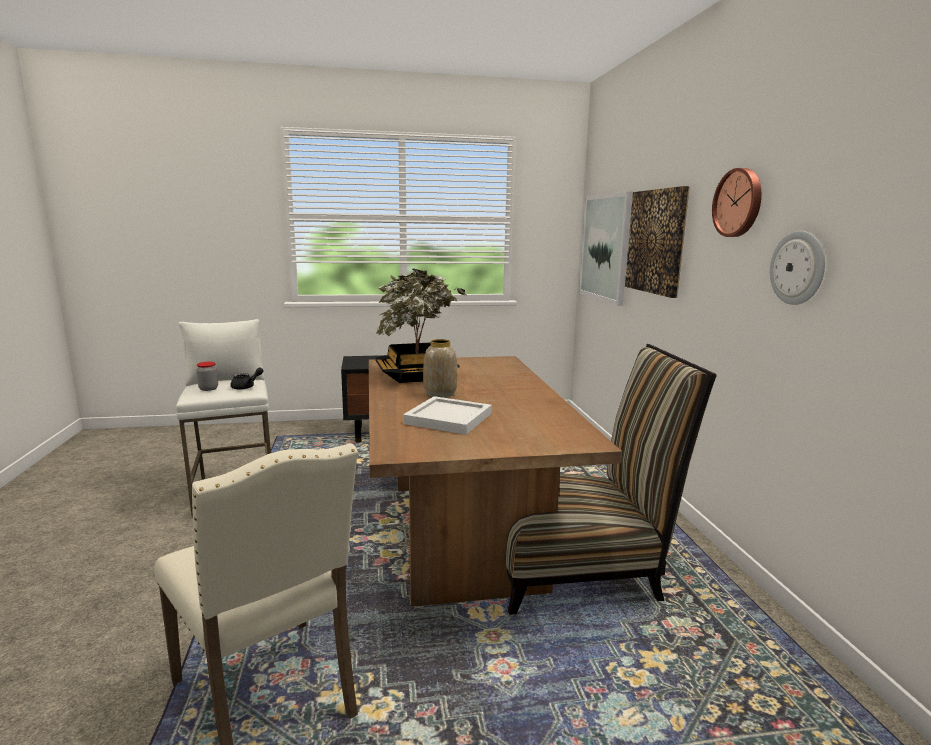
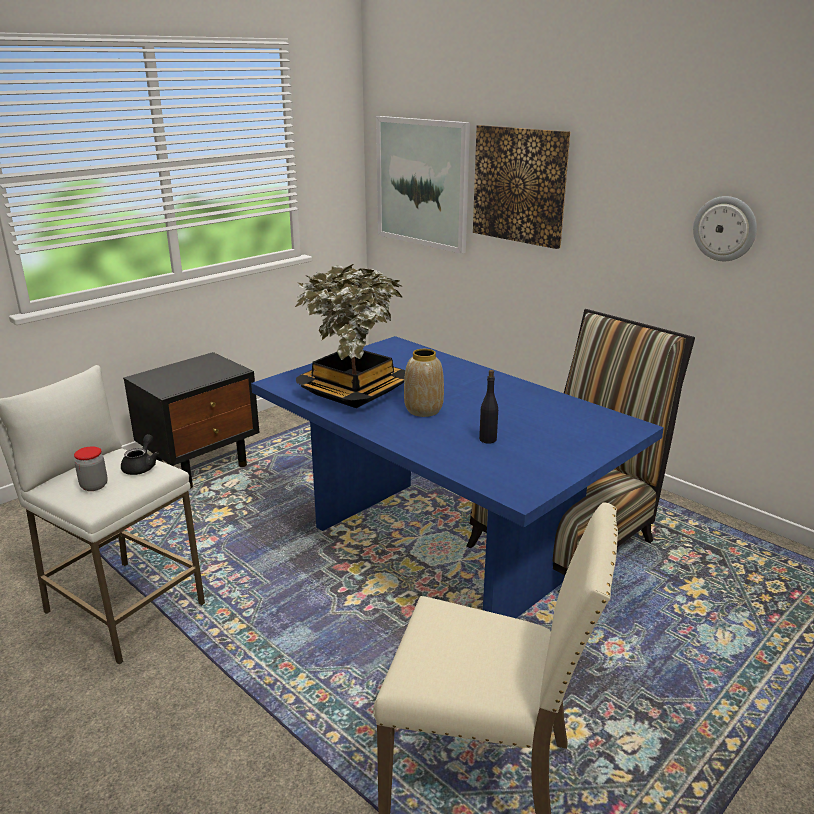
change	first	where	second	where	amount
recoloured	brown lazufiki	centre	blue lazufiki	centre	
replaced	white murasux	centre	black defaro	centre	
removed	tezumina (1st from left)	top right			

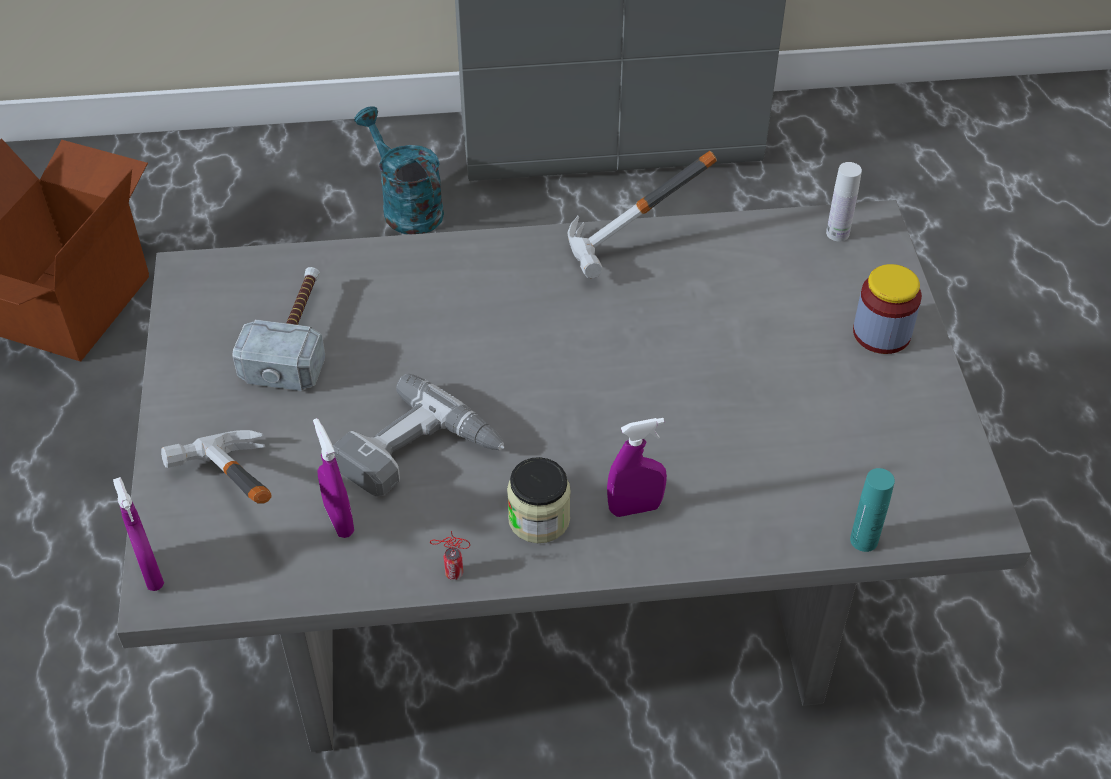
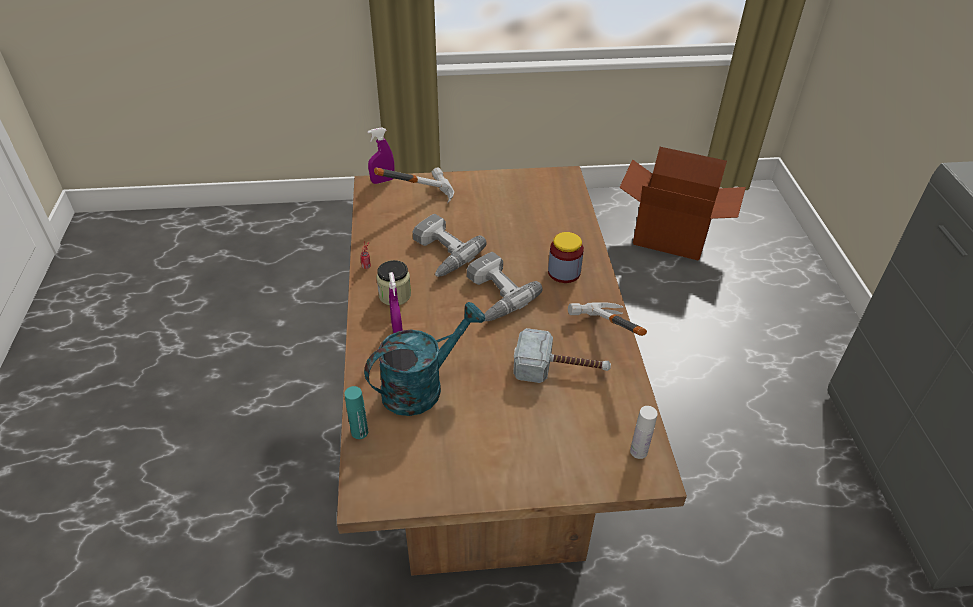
change	first	where	second	where	amount
recoloured	grey lazufiki	centre	brown lazufiki	centre	
moved	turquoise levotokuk	top centre		centre	
added			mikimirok (2nd from left)	centre	
moved	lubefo (2nd from left)	middle left		centre	
moved	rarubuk (2nd from left)	middle right		centre	
removed	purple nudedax (2nd from left)	middle left			

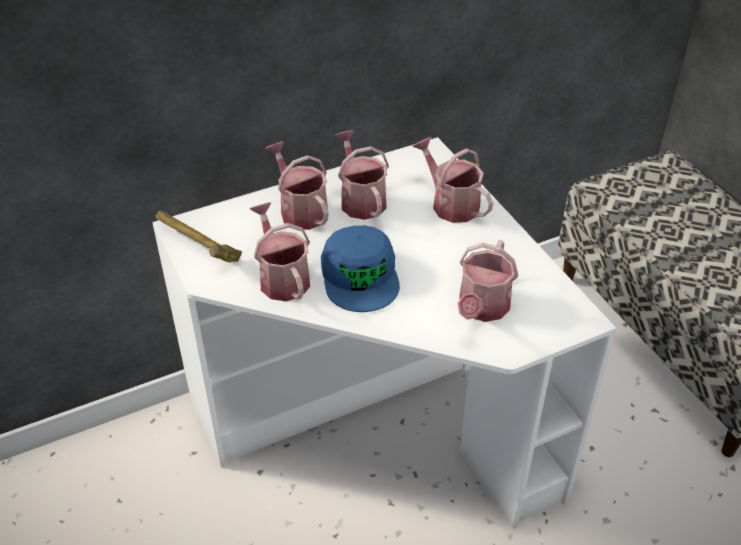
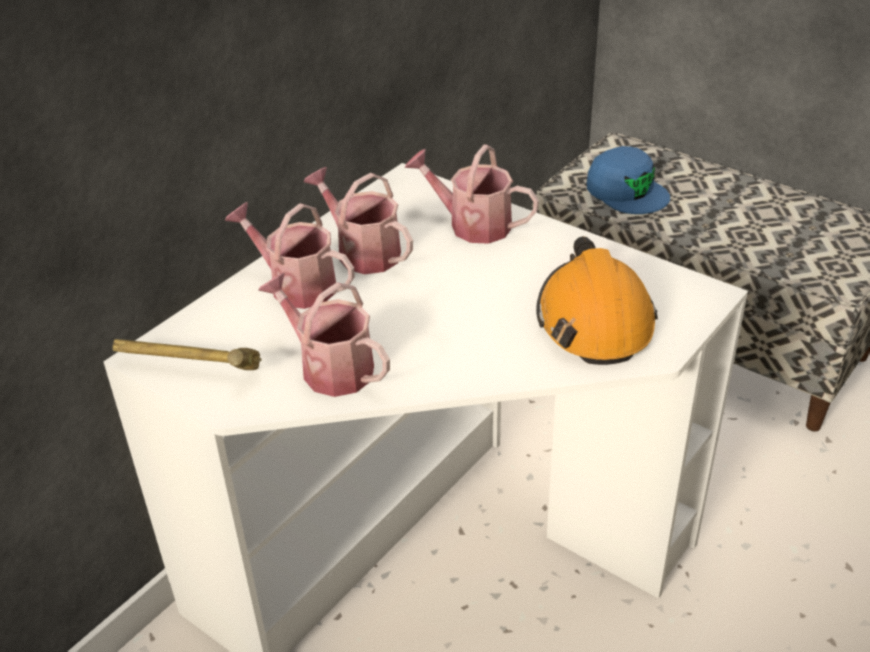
change	first	where	second	where	amount
replaced	levotokuk (5th from left)	centre	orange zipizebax	middle right	
moved	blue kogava	centre		top right	

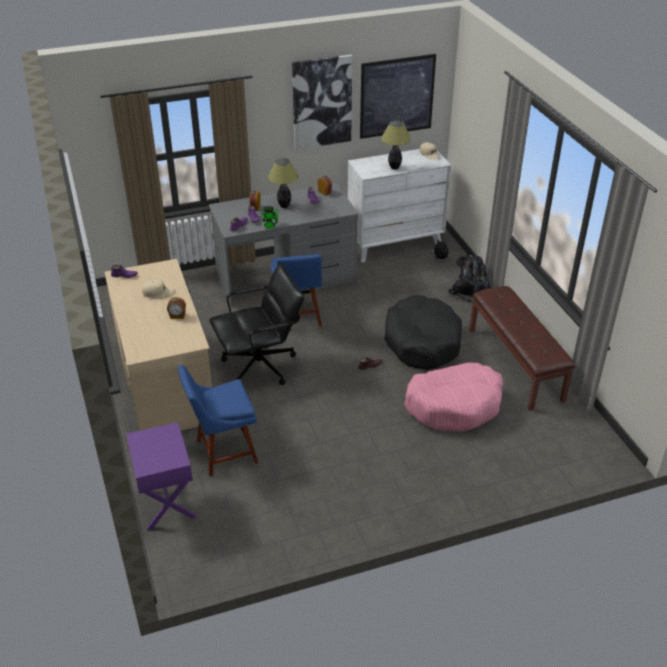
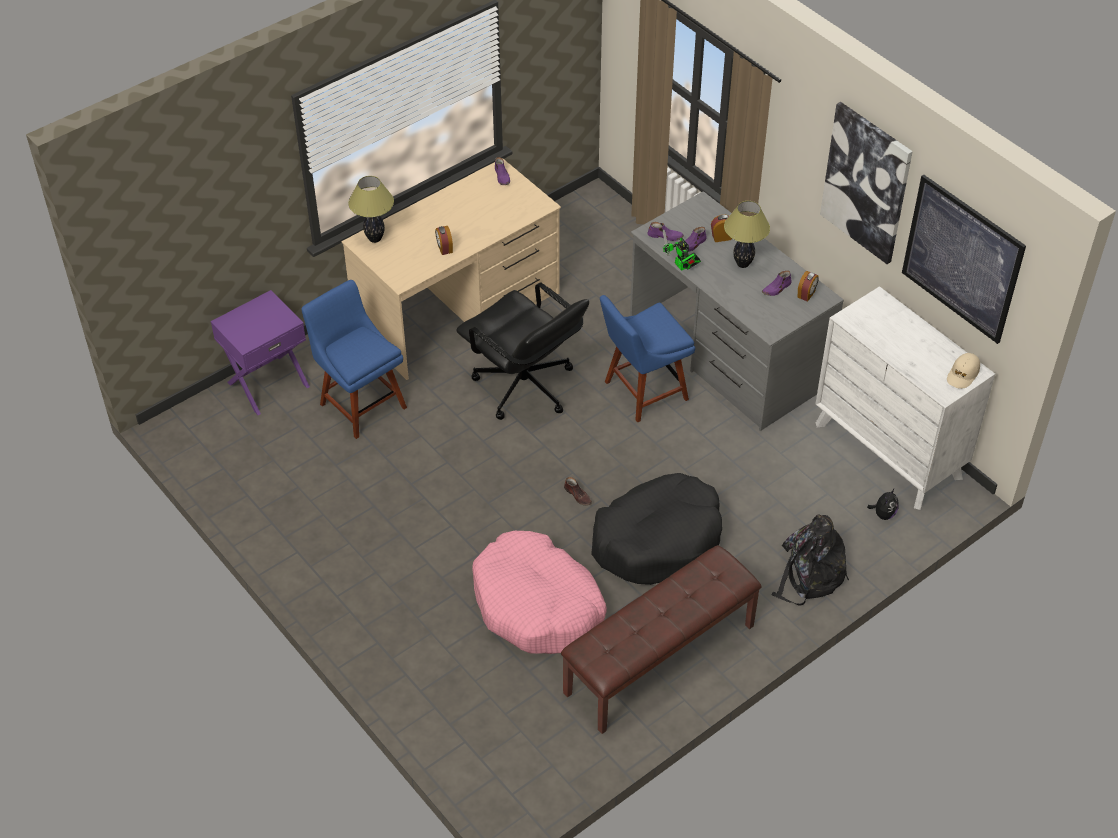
change	first	where	second	where	amount
moved	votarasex (2nd from left in the first image)	top centre	votarasex (1st from left)	top left	
removed	beige kogava (1st from left)	middle left			

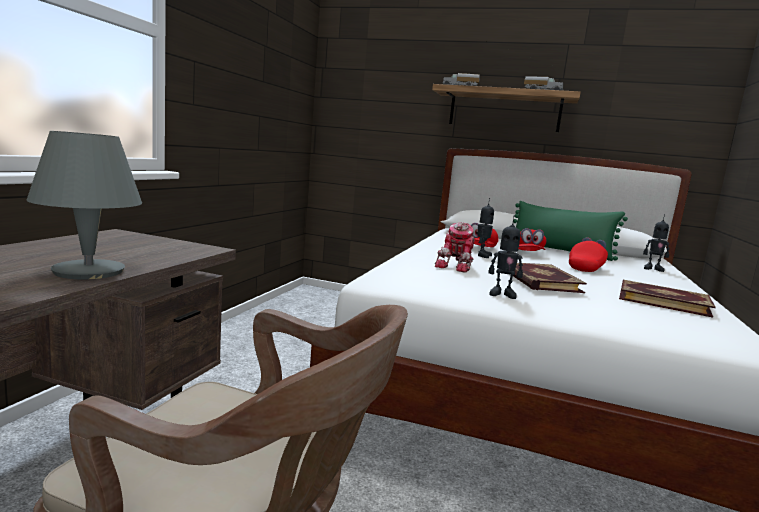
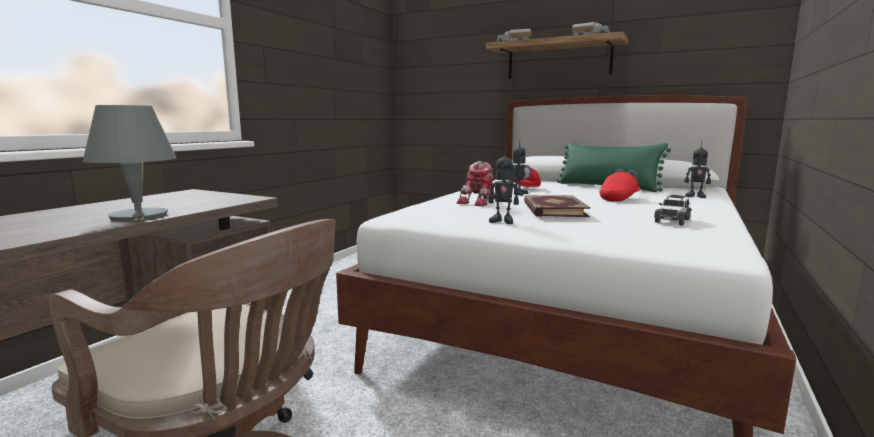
change	first	where	second	where	amount
replaced	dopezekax (2nd from left)	middle right	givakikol	middle right	
removed	red kogava (2nd from left)	middle right			

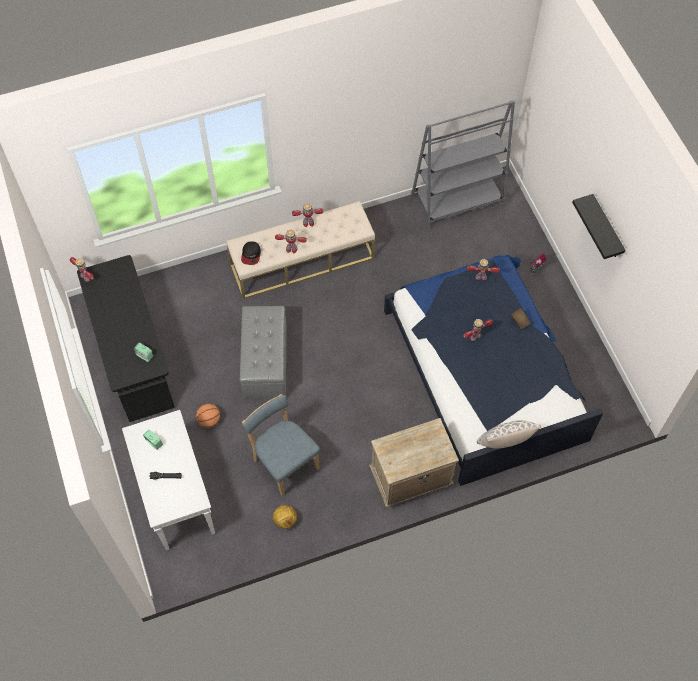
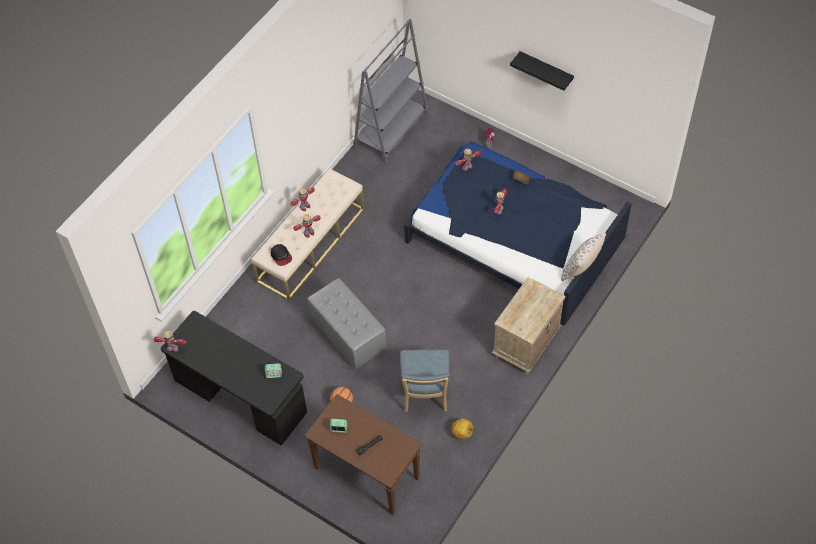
change	first	where	second	where	amount
recoloured	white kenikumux	bottom left	brown kenikumux	bottom centre	
turned	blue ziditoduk	centre		bottom centre	105 degrees counterclockwise

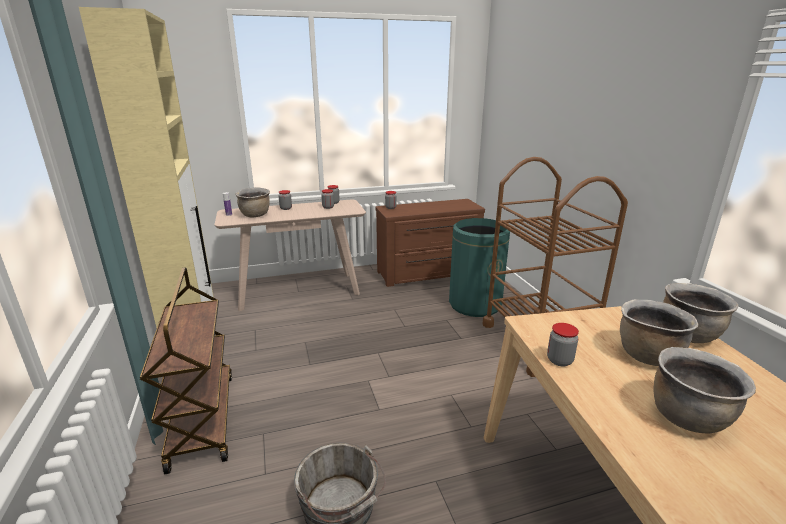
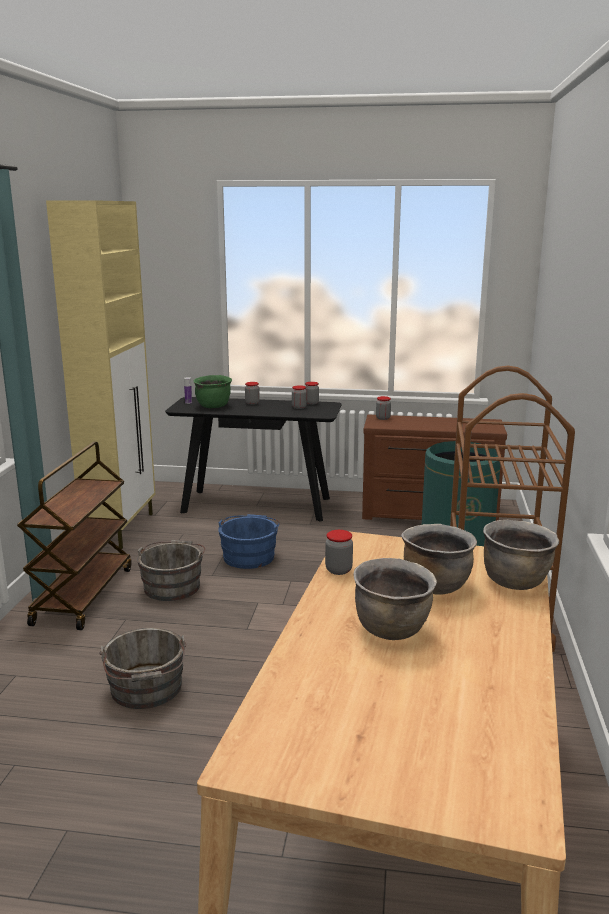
change	first	where	second	where	amount
added			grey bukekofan (2nd from left)	middle left	
recoloured	beige kenikumux	centre	black kenikumux	centre	
recoloured	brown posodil (1st from left)	middle left	green posodil	centre	
added			blue bukekofan	centre	

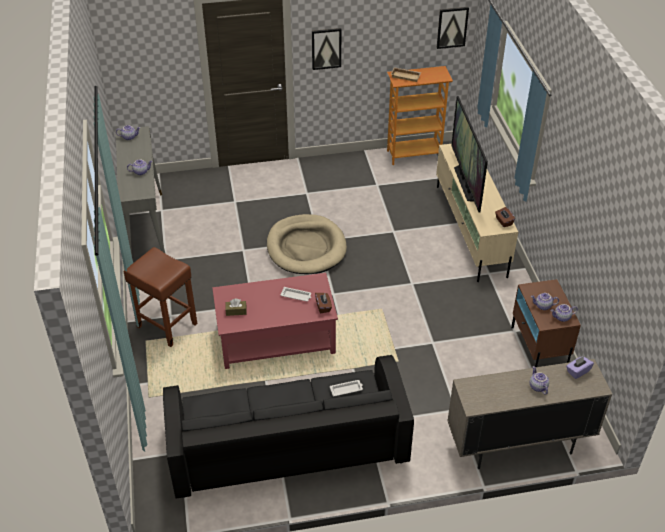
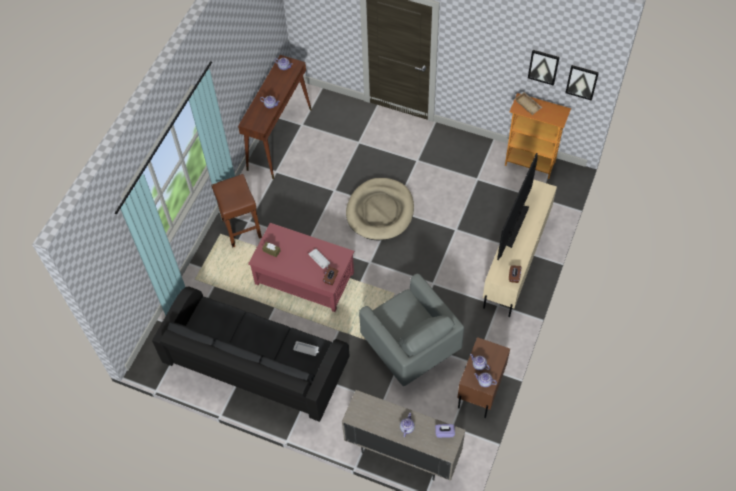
change	first	where	second	where	amount
recoloured	grey kenikumux	middle left	brown kenikumux	top centre	
added			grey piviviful	bottom centre	
moved	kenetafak (1st from left)	top centre		top right	

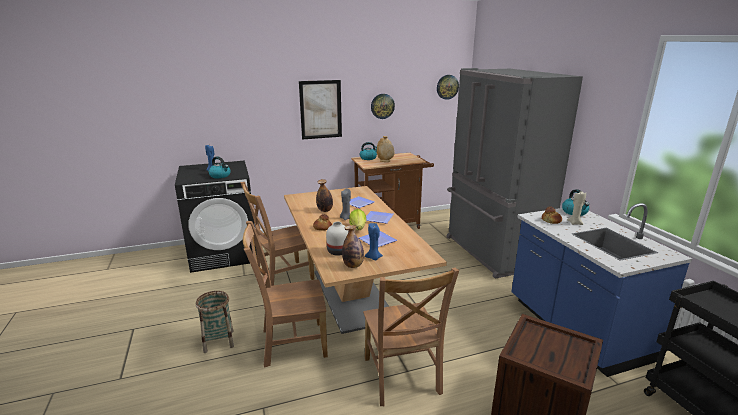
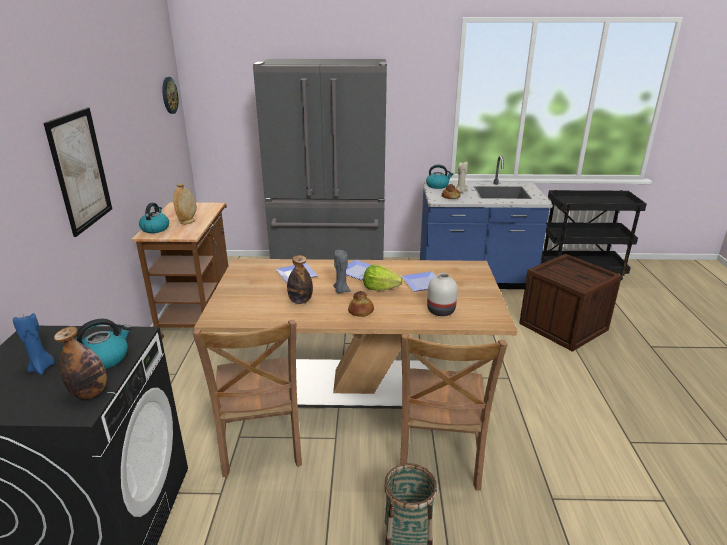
change	first	where	second	where	amount
moved	defaro (2nd from left in the first image)	centre	defaro (1st from left)	middle left	
removed	brown ziditoduk (3rd from left)	bottom centre			
removed	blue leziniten (2nd from left)	centre			
removed	tezumina (1st from left)	top centre			

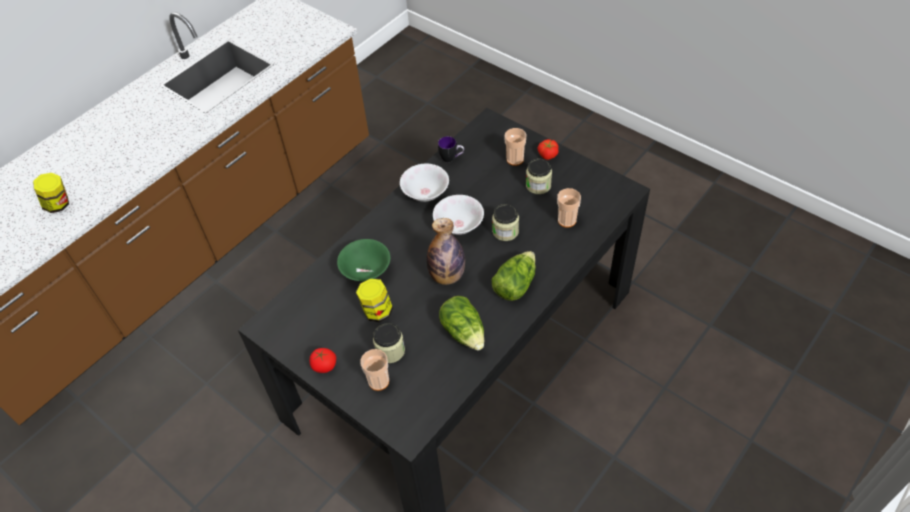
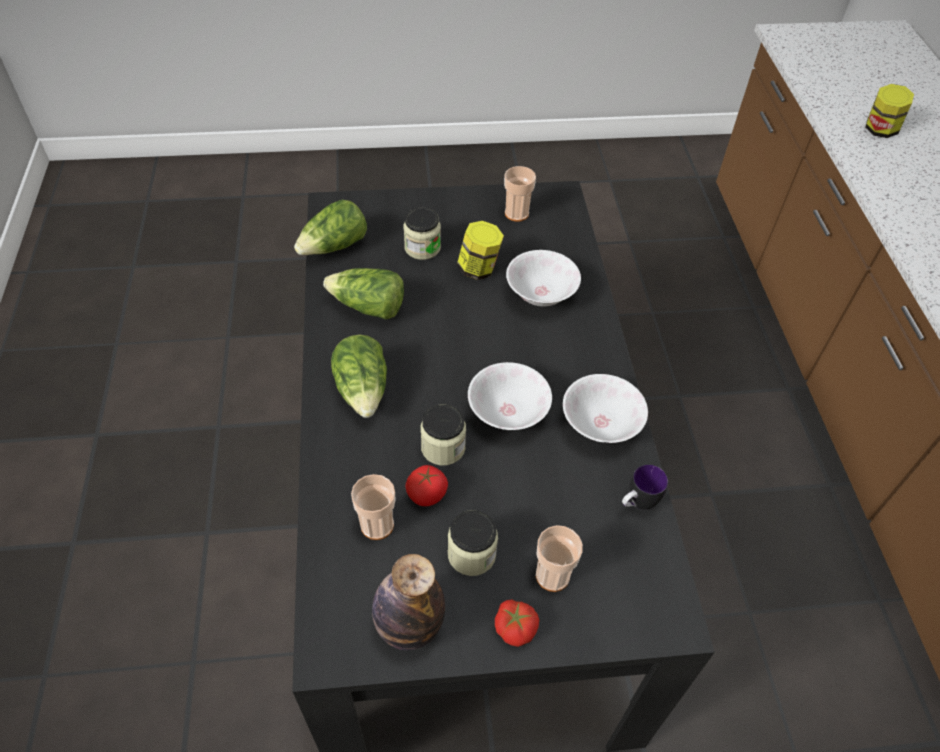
change	first	where	second	where	amount
added			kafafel (1st from left)	top centre	
moved	defaro	centre		bottom centre	
moved	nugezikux (1st from left)	bottom centre		centre	
moved	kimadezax (1st from left in the first image)	bottom centre	kimadezax (2nd from left)	top centre	
recoloured	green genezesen	centre	white genezesen (2nd from left)	centre	

